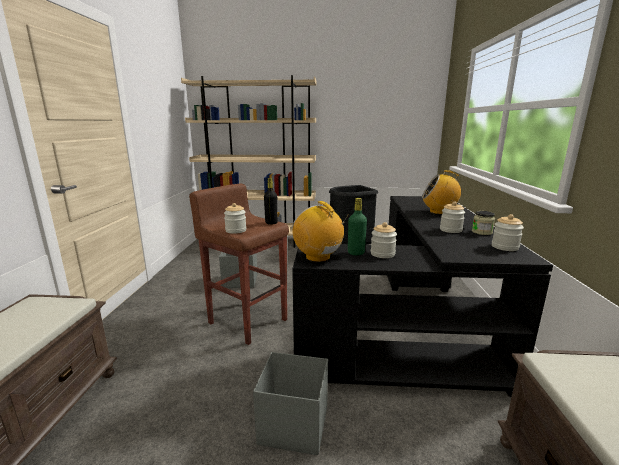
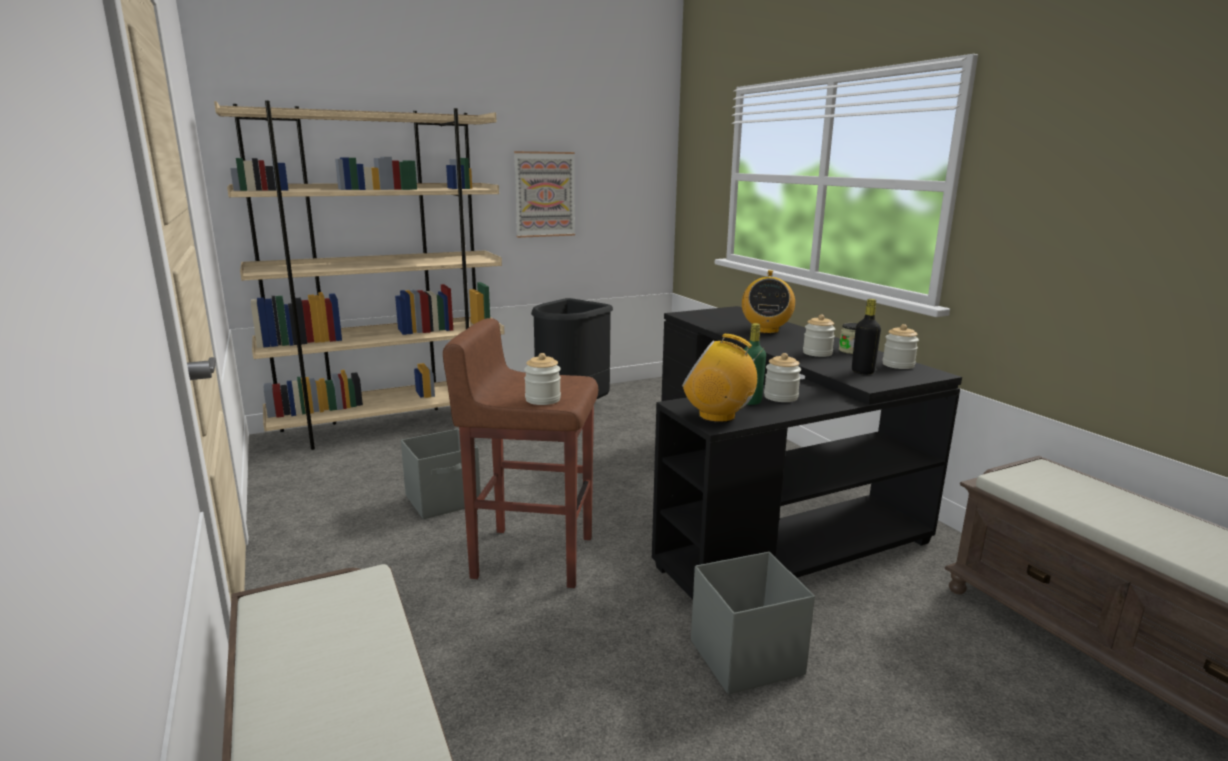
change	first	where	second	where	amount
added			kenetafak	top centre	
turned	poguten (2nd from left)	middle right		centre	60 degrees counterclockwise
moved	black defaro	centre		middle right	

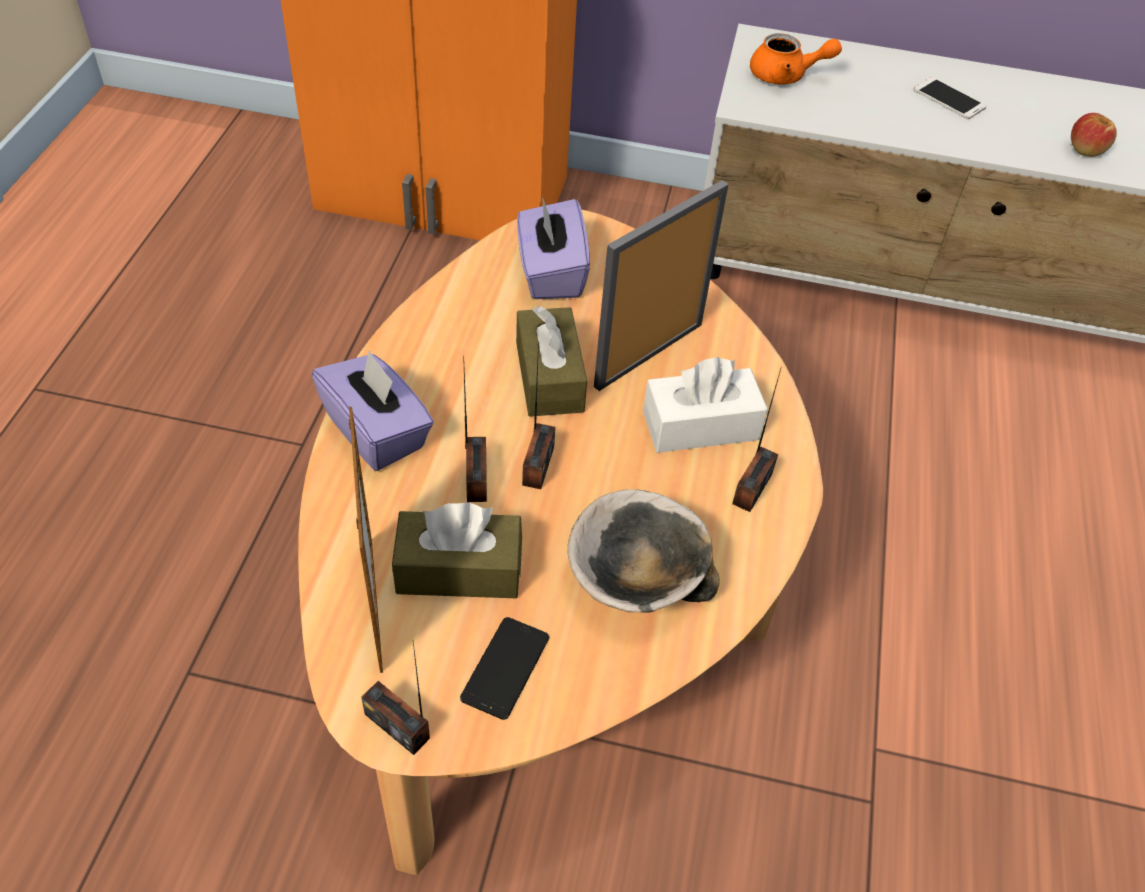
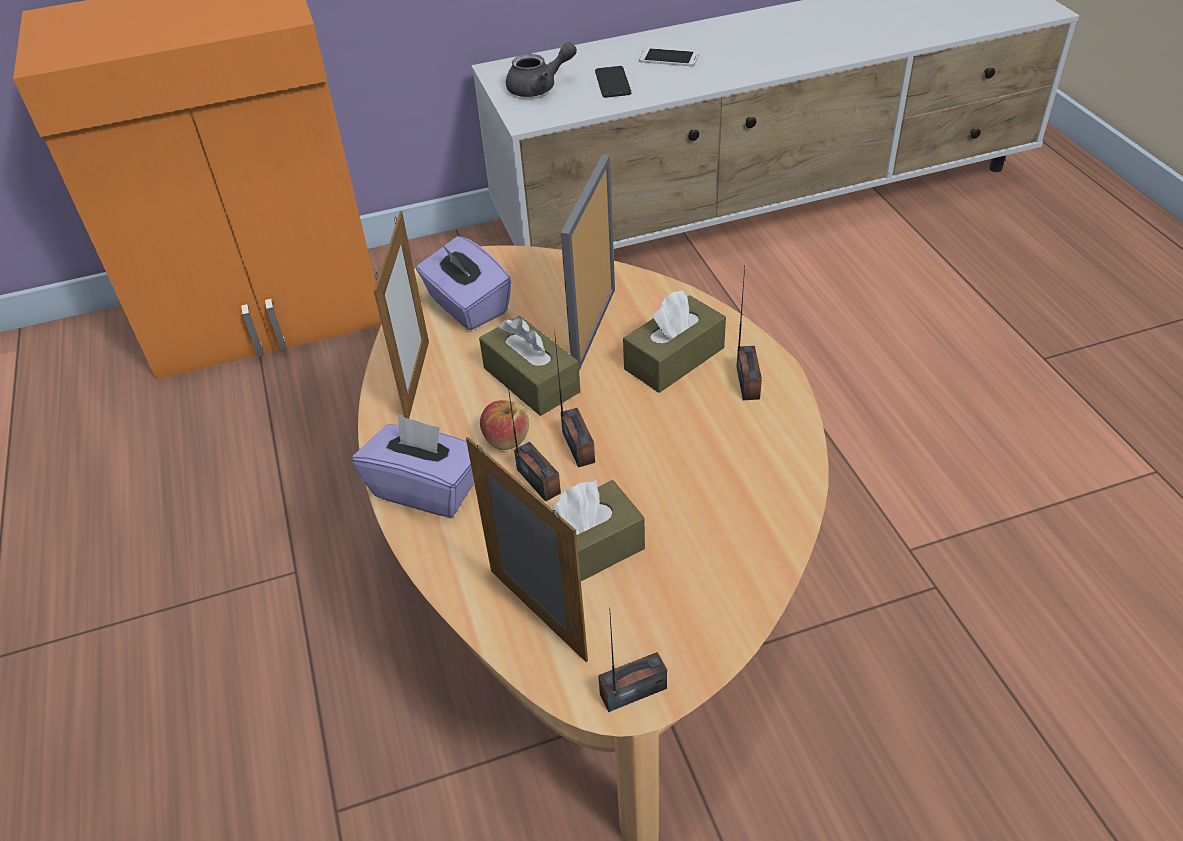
change	first	where	second	where	amount
added			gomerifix (1st from left)	centre	
moved	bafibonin	top right		centre	
recoloured	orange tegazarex	top right	grey tegazarex	top centre	
moved	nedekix (1st from left)	bottom centre		top centre	
turned	poguten (1st from left in the first image)	bottom centre	poguten (3rd from left)	bottom centre	150 degrees clockwise
recoloured	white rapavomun	centre	brown rapavomun (3rd from left)	centre	
removed	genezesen	centre			

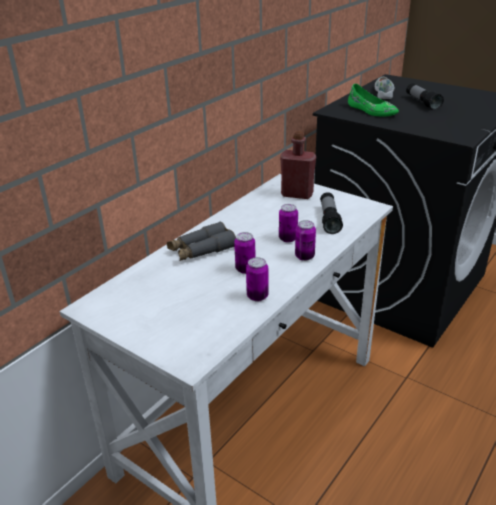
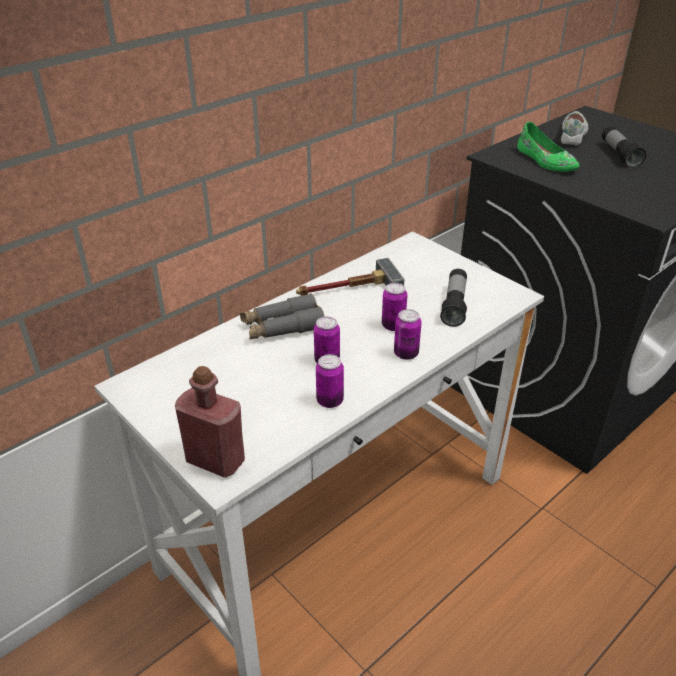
change	first	where	second	where	amount
moved	red defaro	top centre		middle left	
added			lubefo	centre	

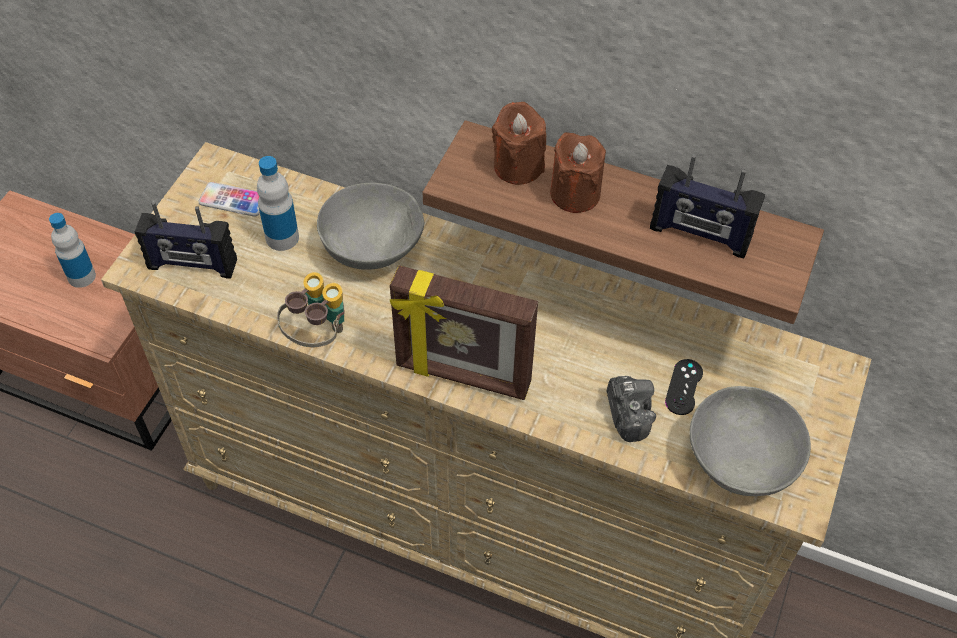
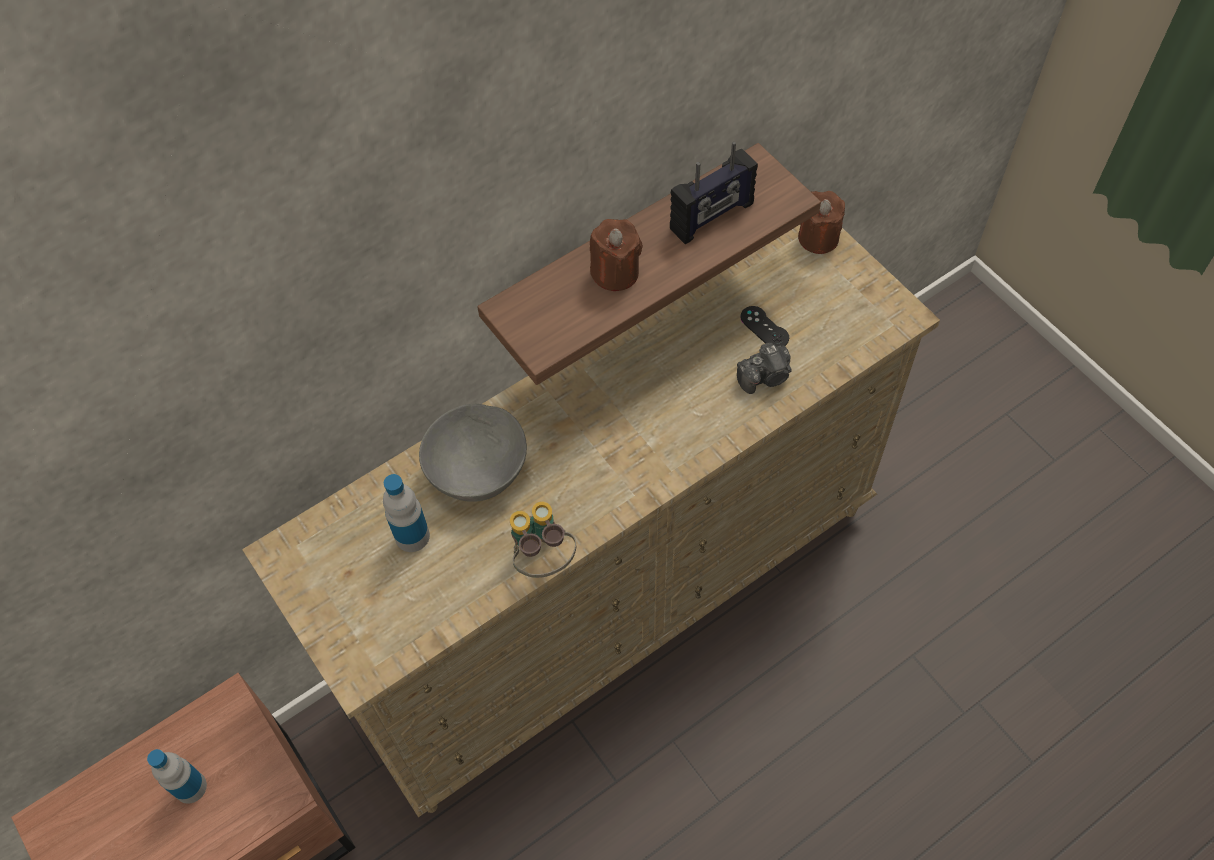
change	first	where	second	where	amount
turned	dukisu	centre		centre	135 degrees clockwise
moved	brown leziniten (1st from left in the first image)	top centre	brown leziniten (2nd from left)	top right	
removed	poguten (1st from left)	middle left			
removed	nedekix	top left			
removed	gomerifix	centre			
removed	grey genezesen (2nd from left)	bottom right			

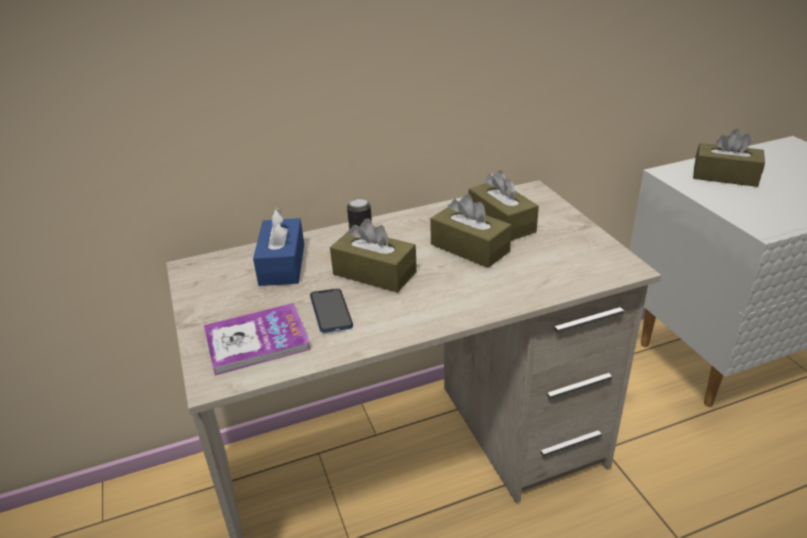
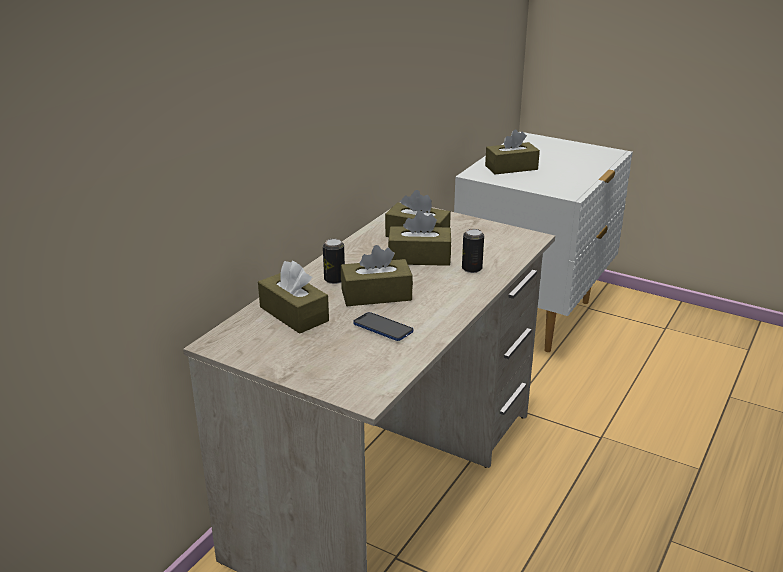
change	first	where	second	where	amount
recoloured	blue rapavomun	centre	brown rapavomun (1st from left)	centre	
added			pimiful (2nd from left)	centre	
removed	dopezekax	middle left			

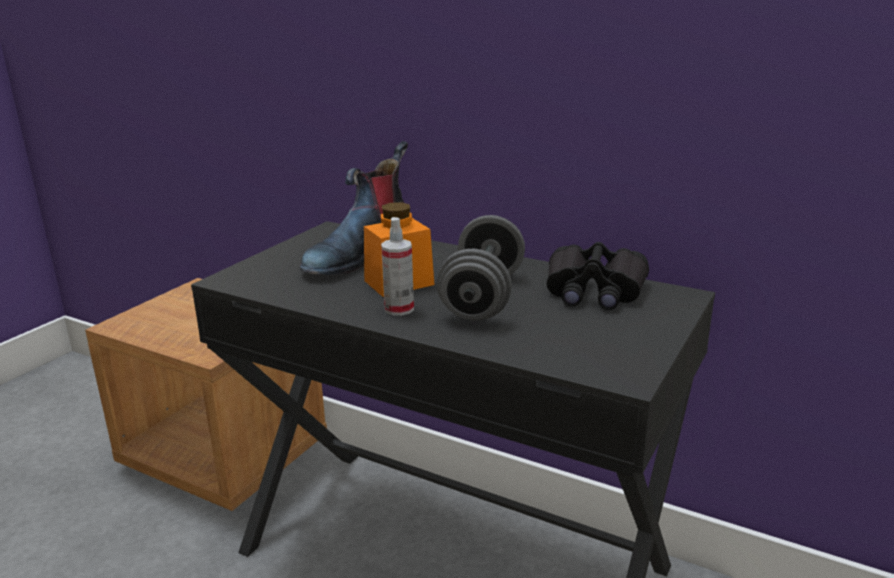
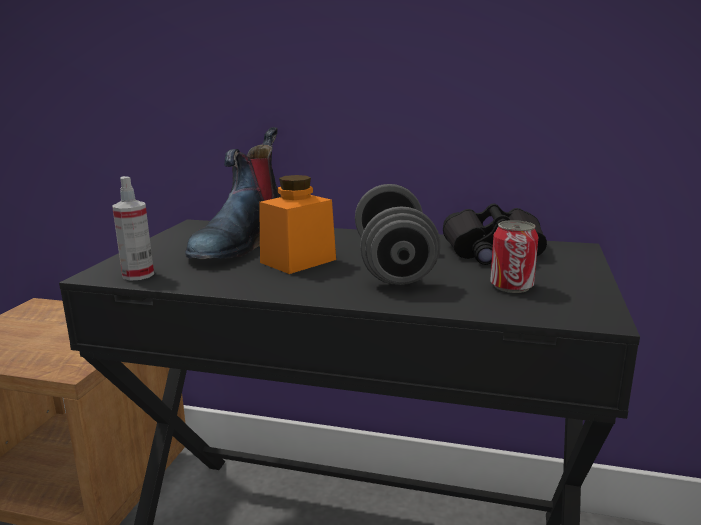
change	first	where	second	where	amount
moved	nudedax	centre		middle left	
added			pimiful	middle right	

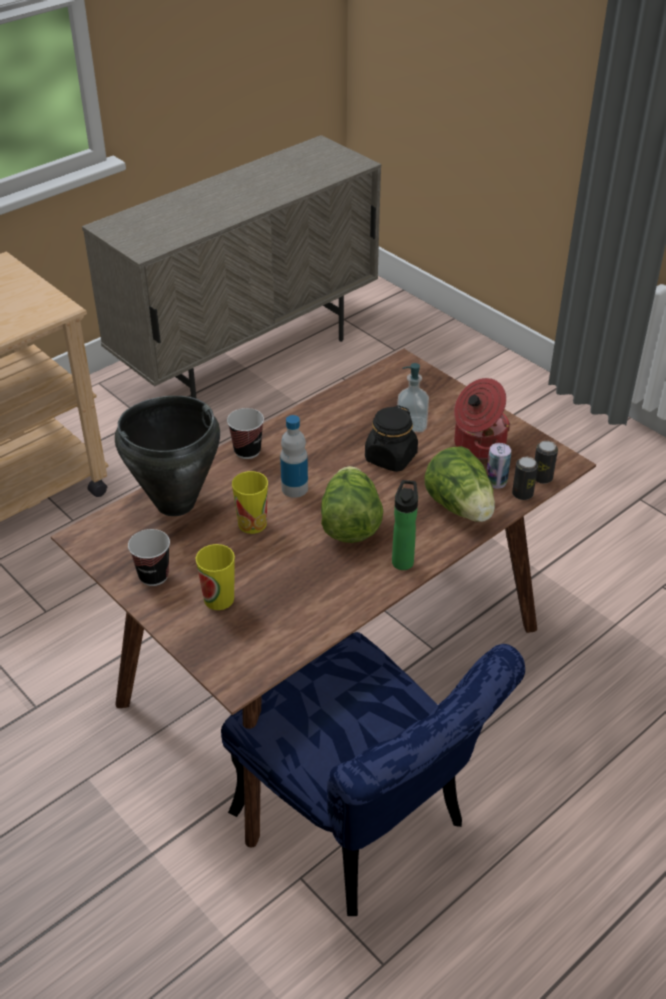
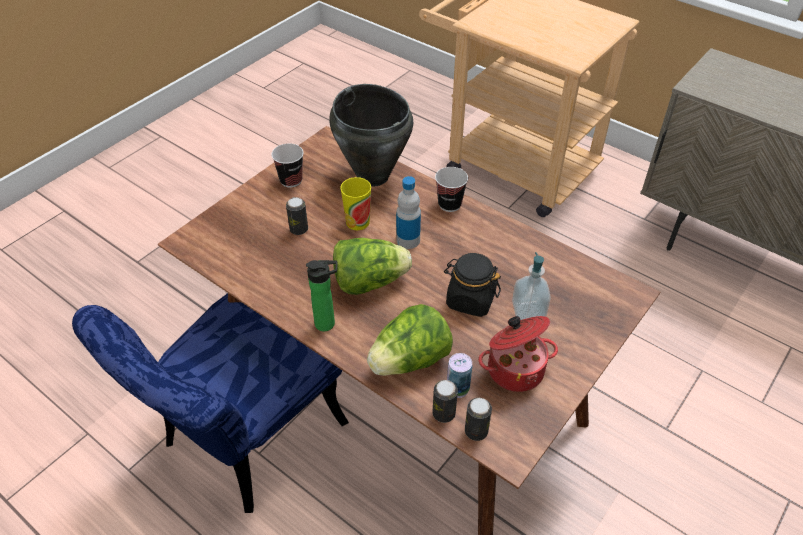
change	first	where	second	where	amount
added			pimiful (1st from left)	centre	
removed	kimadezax (2nd from left)	middle left			

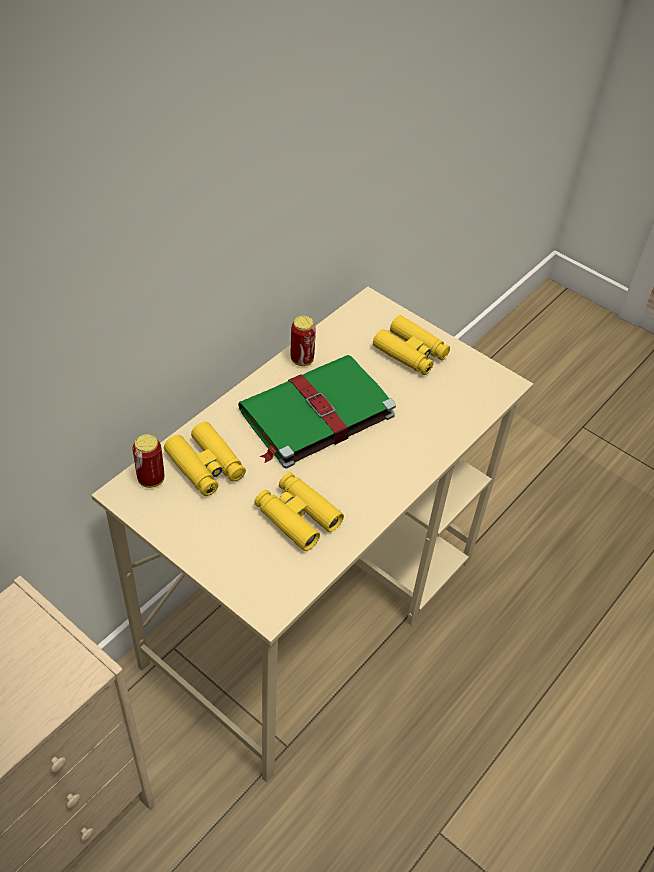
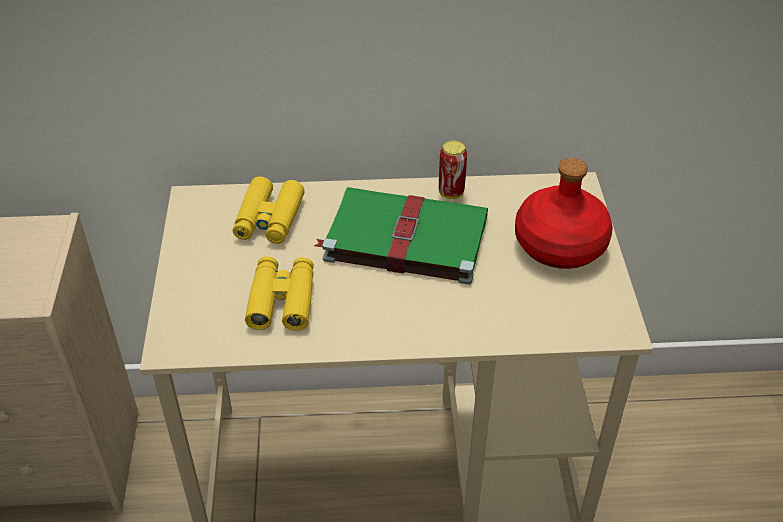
change	first	where	second	where	amount
replaced	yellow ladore (3rd from left)	centre	red defaro	middle right	
removed	pimiful (1st from left)	middle left			

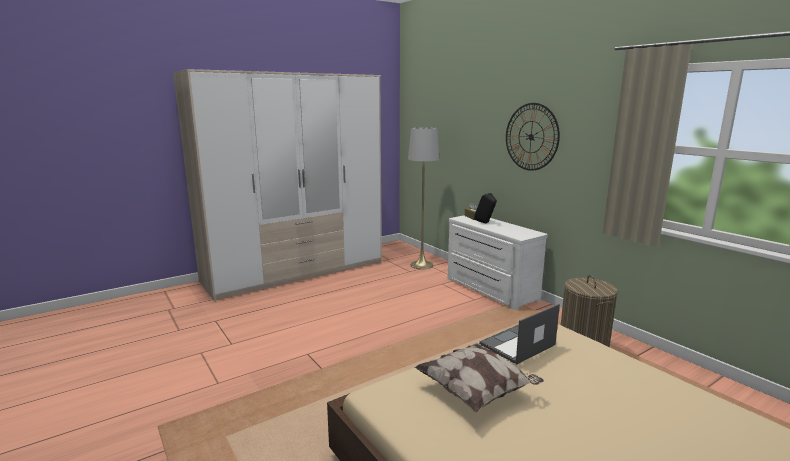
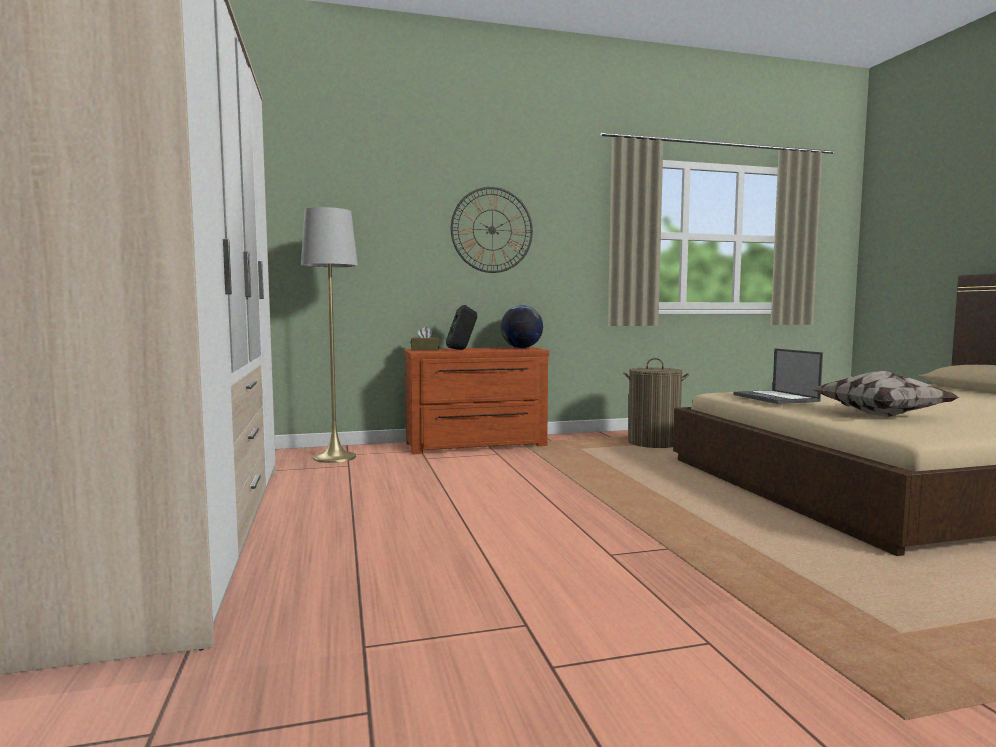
change	first	where	second	where	amount
recoloured	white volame	centre	brown volame	centre	
added			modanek	centre	

